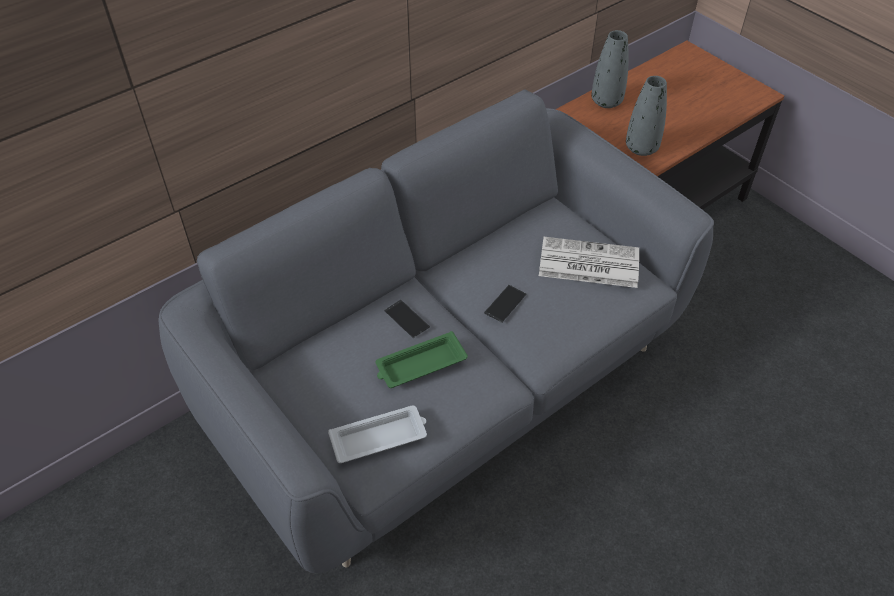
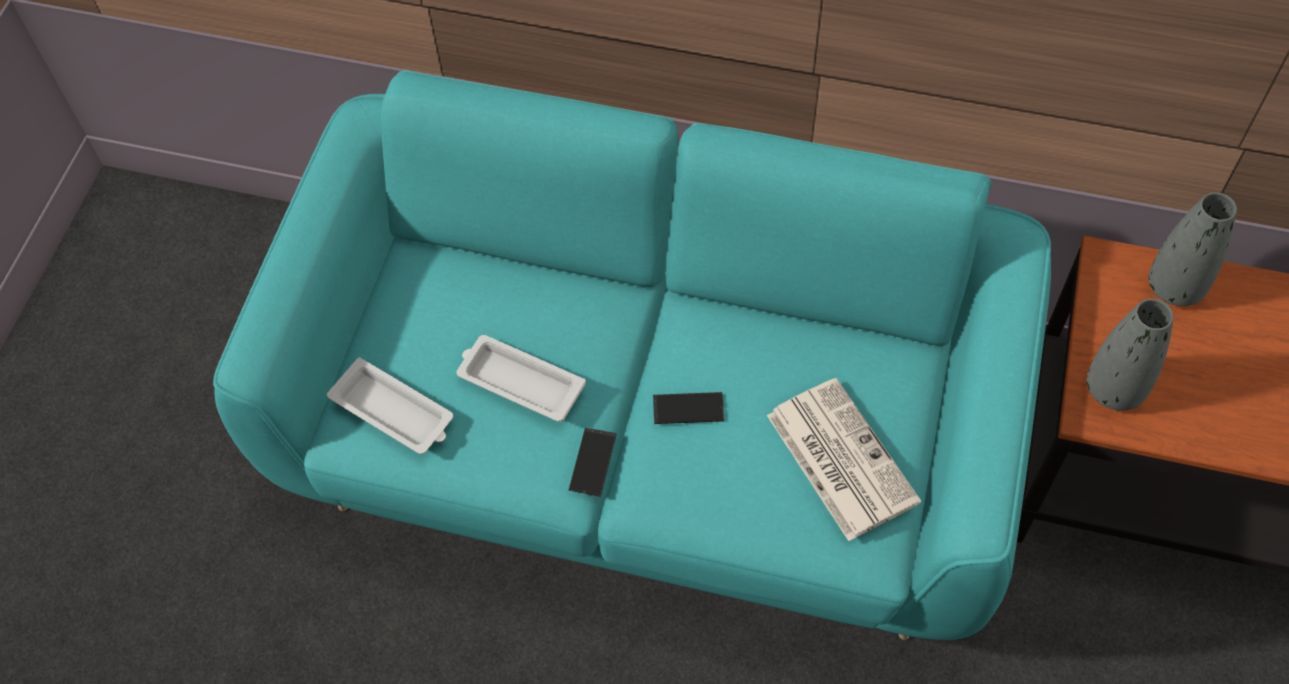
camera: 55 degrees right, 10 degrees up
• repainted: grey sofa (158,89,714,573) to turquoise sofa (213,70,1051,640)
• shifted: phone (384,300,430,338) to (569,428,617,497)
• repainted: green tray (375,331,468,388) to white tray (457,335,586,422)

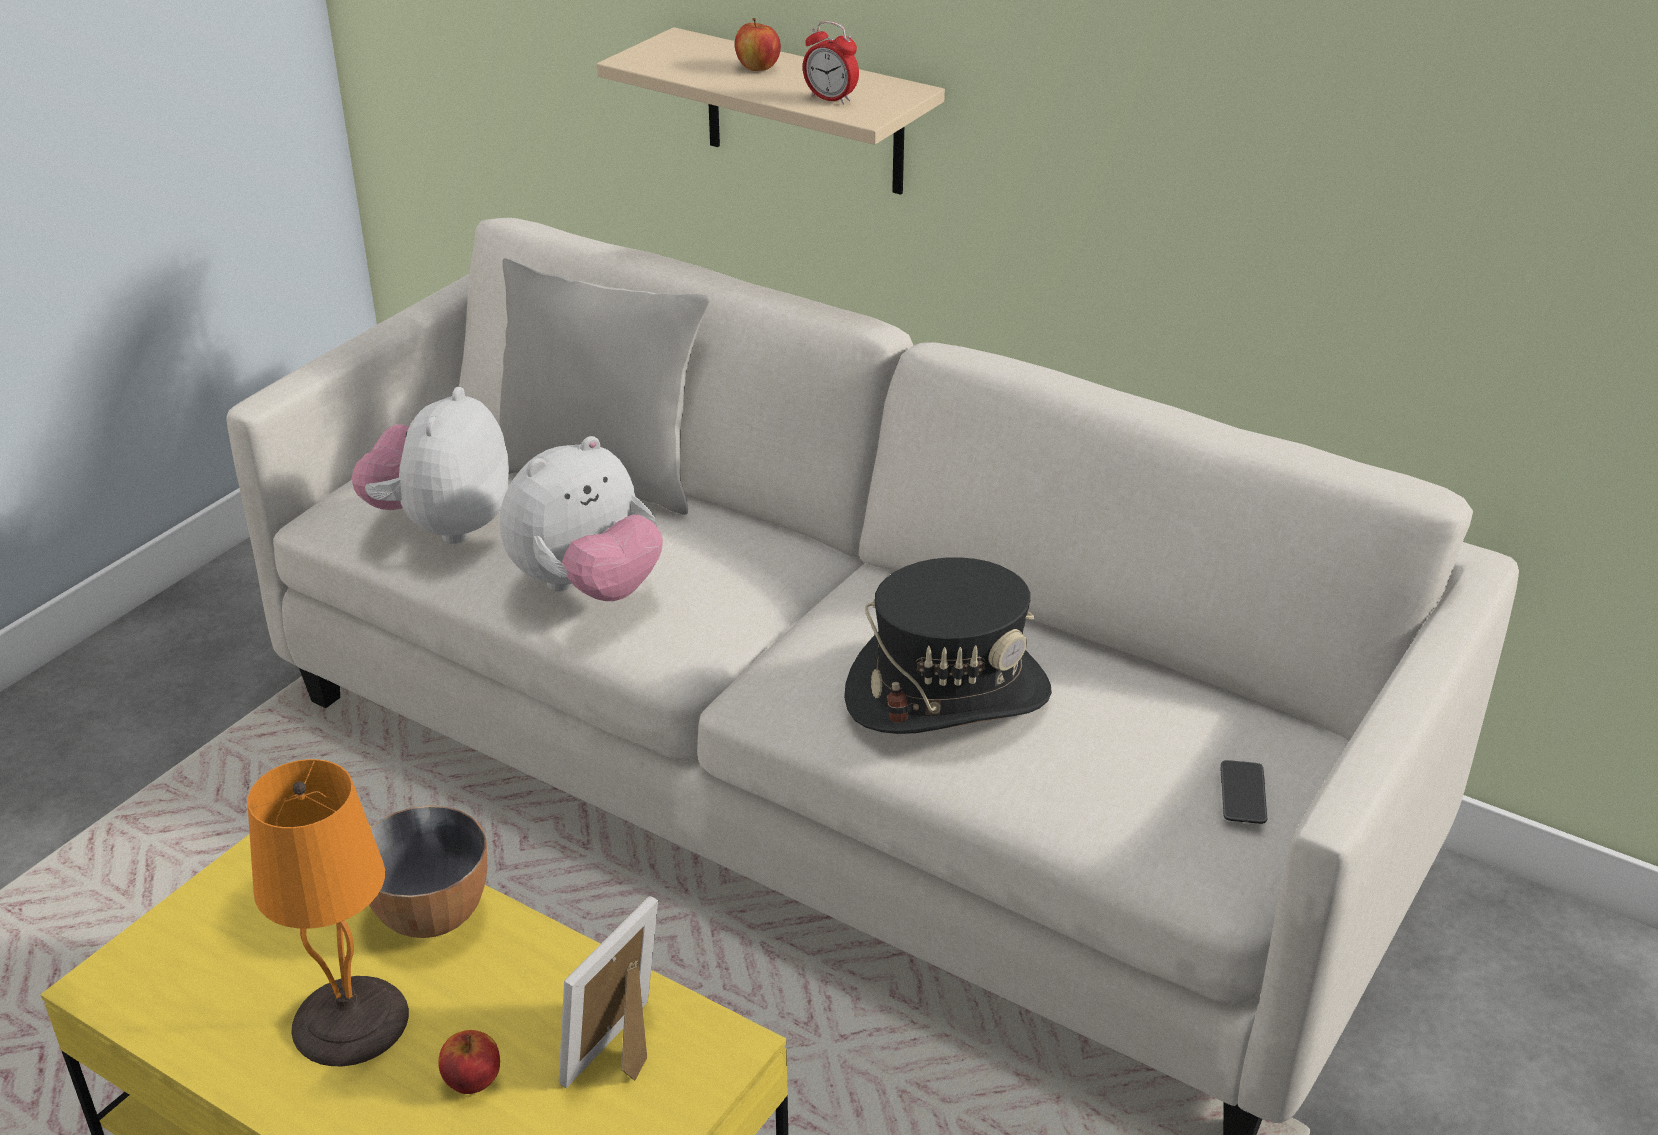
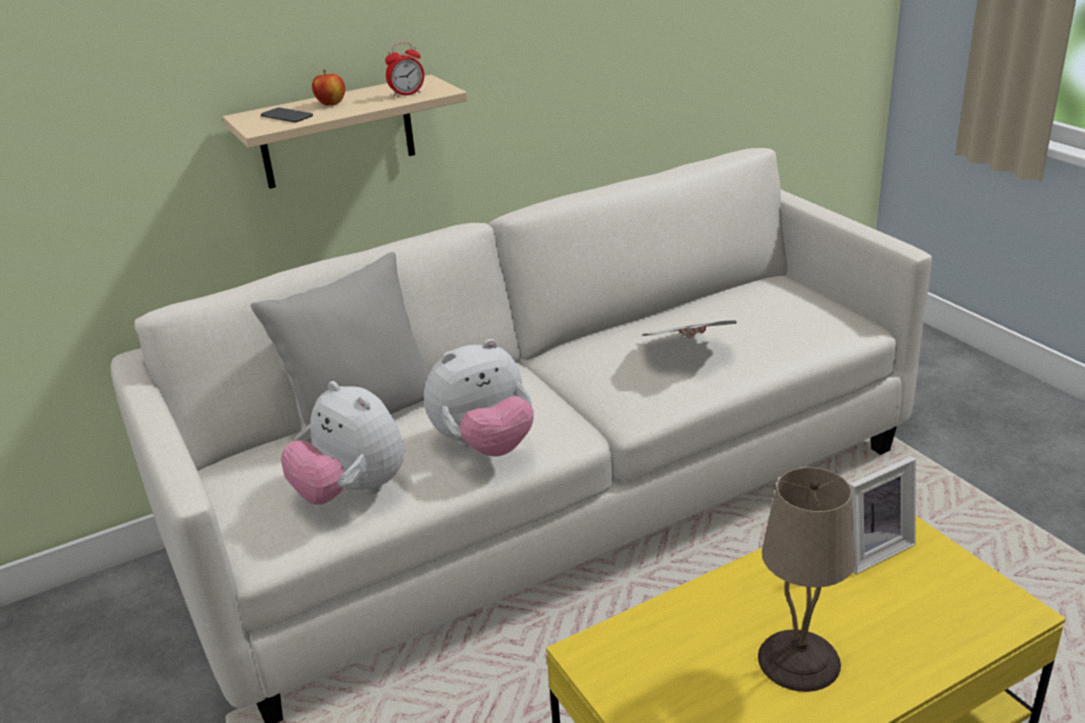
camera: 60 degrees left, 5 degrees down
• rotated: plush toy (500,436,663,601) = (424,339,534,457) 75 degrees clockwise
• swapped: black hat (844,557,1052,734) to newspaper (642,320,737,338)
• repainted: orange table lamp (247,759,409,1066) to beige table lamp (758,467,855,692)
• shifted: phone (1220,760,1267,824) to (261,107,313,122)
• gone: bowl (369,805,487,938)
• rotated: picture frame (559,896,658,1088) = (849,456,916,574) 90 degrees counterclockwise
• gone: apple (438,1030,500,1094)

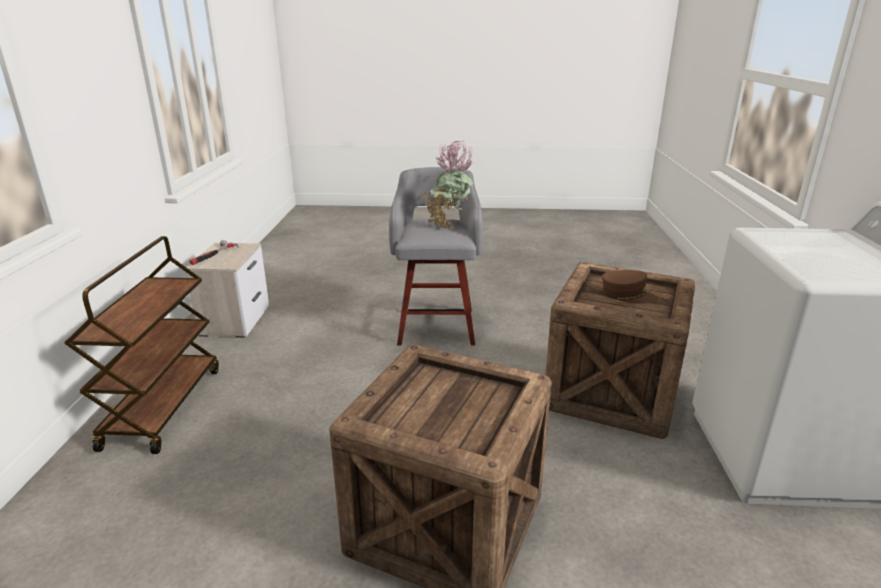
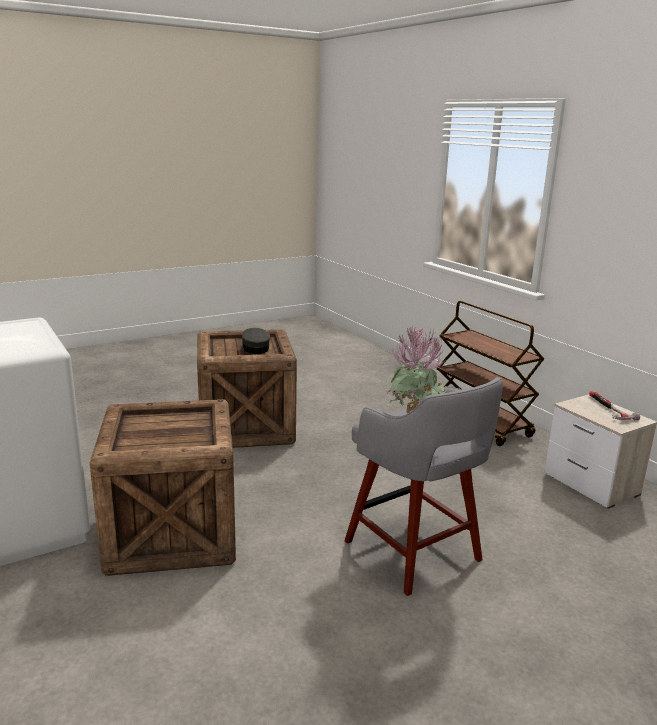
camera: 145 degrees right, 5 degrees down
• gone: brown cap (602,270,658,304)
• new: grey cap (241,328,270,354)

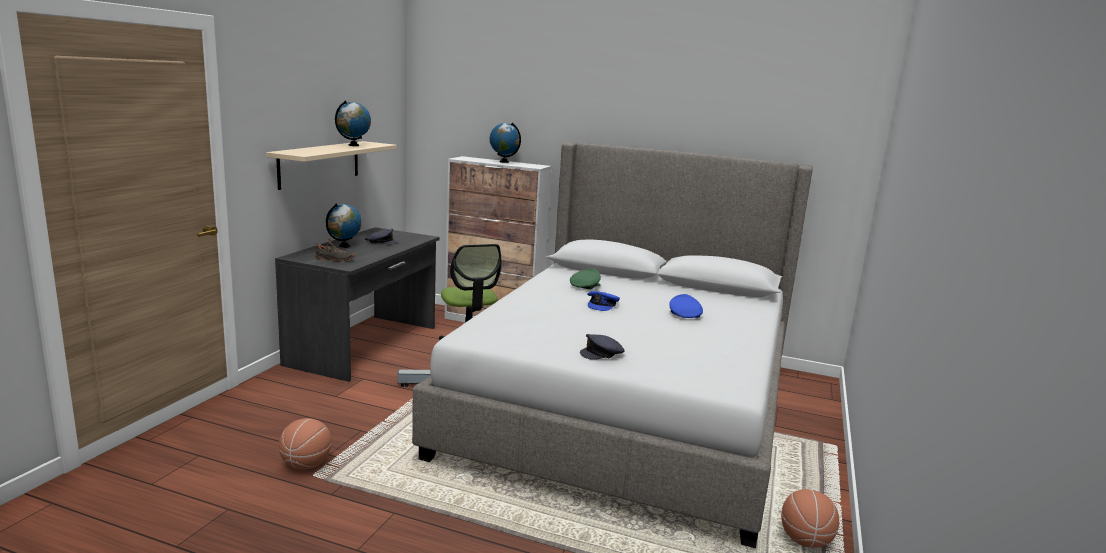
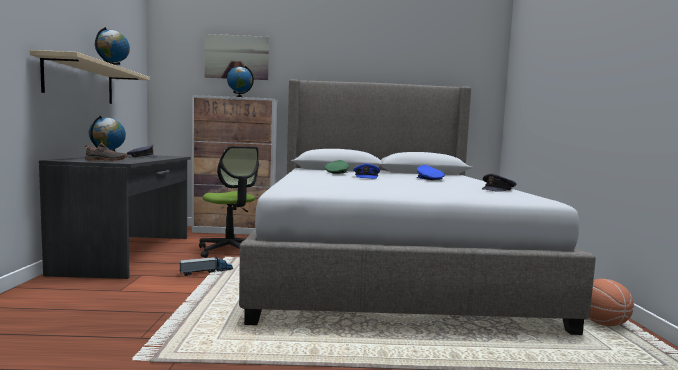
camera: 20 degrees left, 10 degrees down
• shifted: grey cap (580,334,625,360) to (482,173,516,192)
• gone: basketball (279,418,332,469)
• new: picture (204,34,269,80)

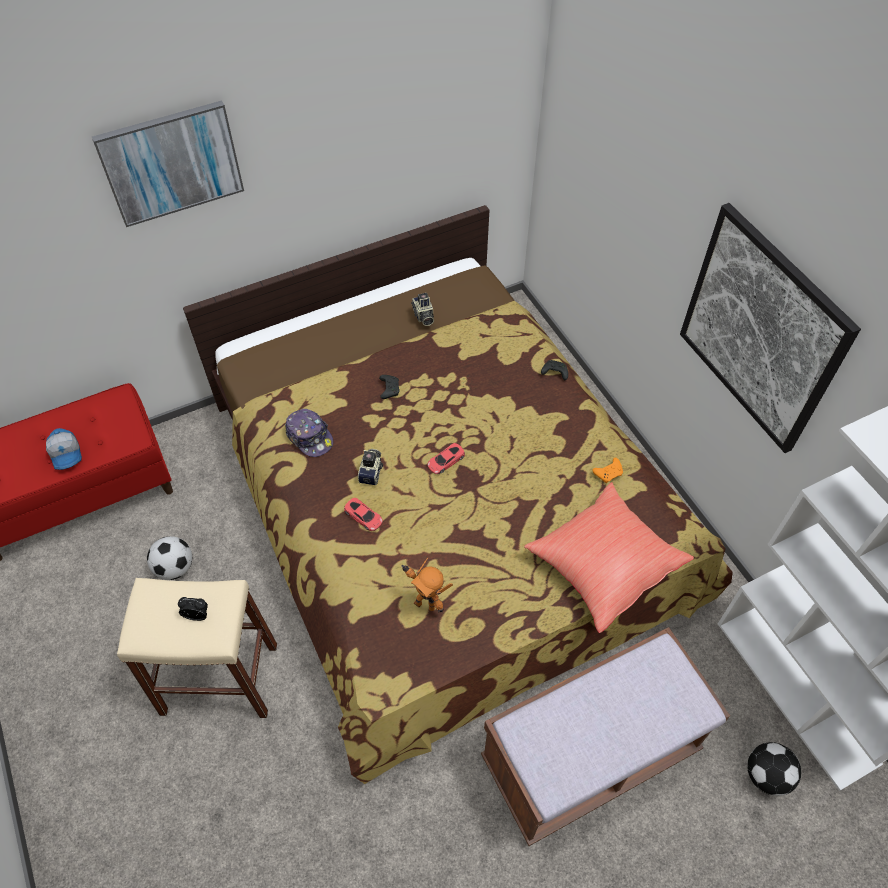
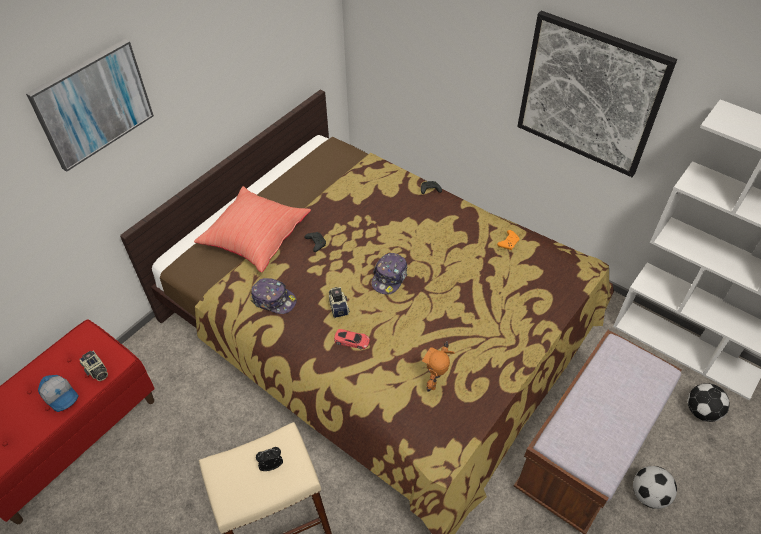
camera: 25 degrees left, 5 degrees down
• shifted: photo camera (411,293,434,326) to (79,350,108,381)
• swapped: red toy car (427,443,465,474) to cap (371,253,407,295)
• shifted: red pillow (524,482,694,633) to (194,186,311,272)
• shifted: football (147,536,192,580) to (633,466,677,509)
• rotated: toy robot (402,558,453,613) = (422,341,455,392) 105 degrees clockwise

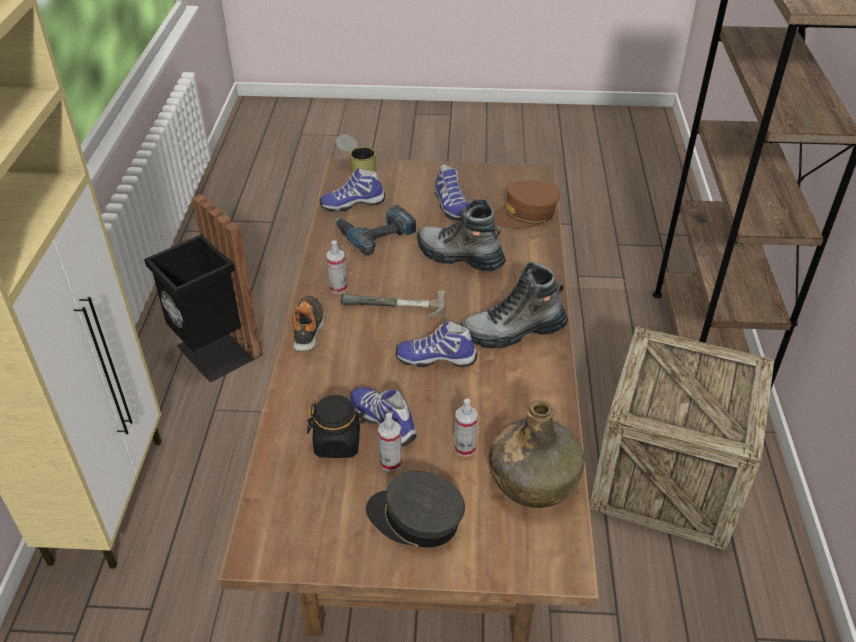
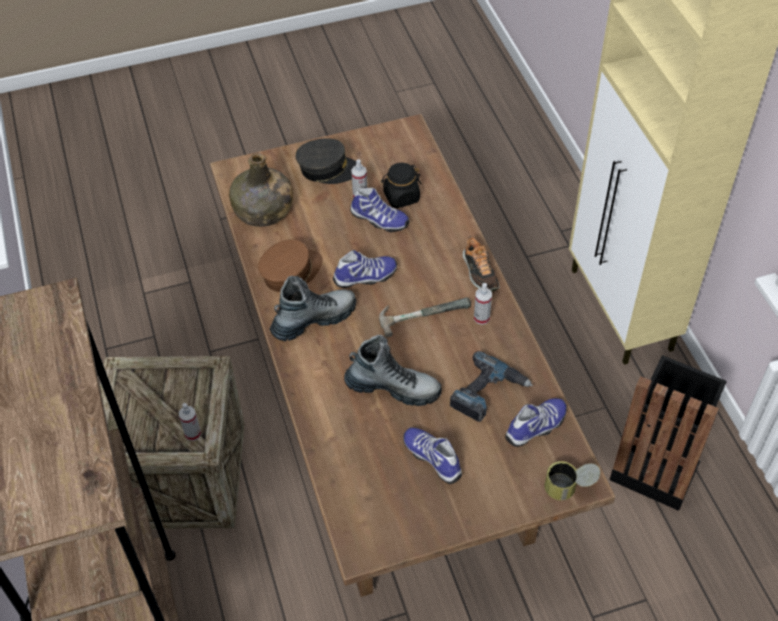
camera: 160 degrees right, 10 degrees up
• shifted: brown cap (494,181,560,229) to (258,239,323,292)
• shifted: spray bottle (454,398,478,457) to (179,403,201,441)

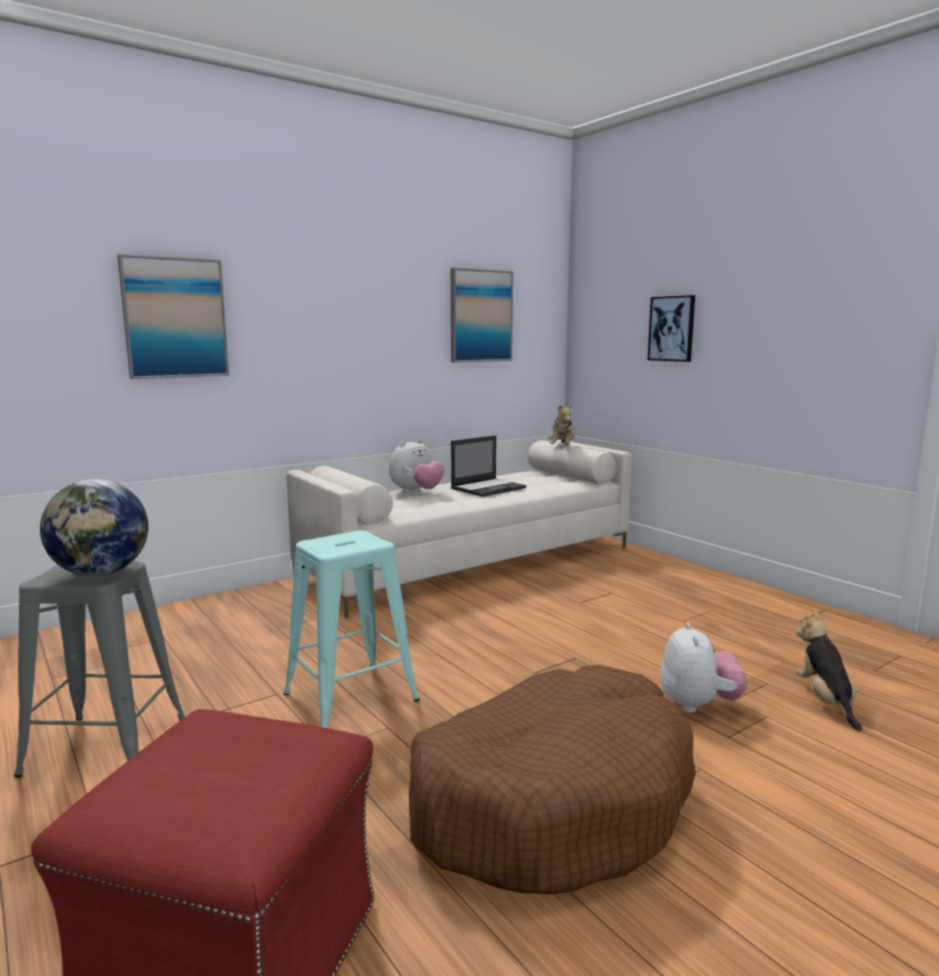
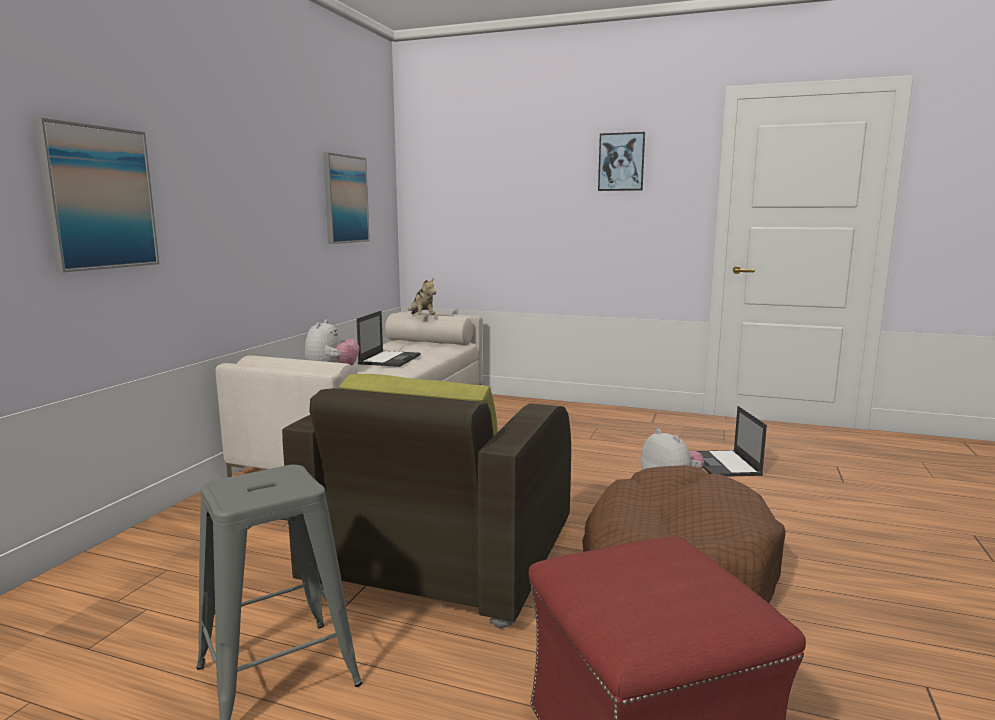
camera: 35 degrees left, 0 degrees up
• shifted: picture (647,295,695,362) to (598,132,645,191)
• gone: globe (40,479,149,576)
• swapped: turquoise stool (284,531,420,728) to brown armchair (282,374,571,629)
• swapped: plush toy (796,612,862,731) to laptop (697,406,767,477)

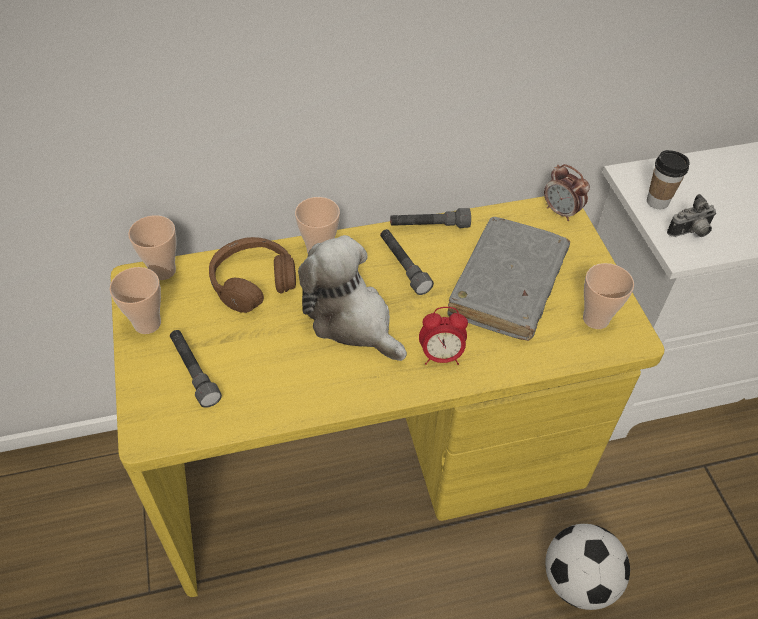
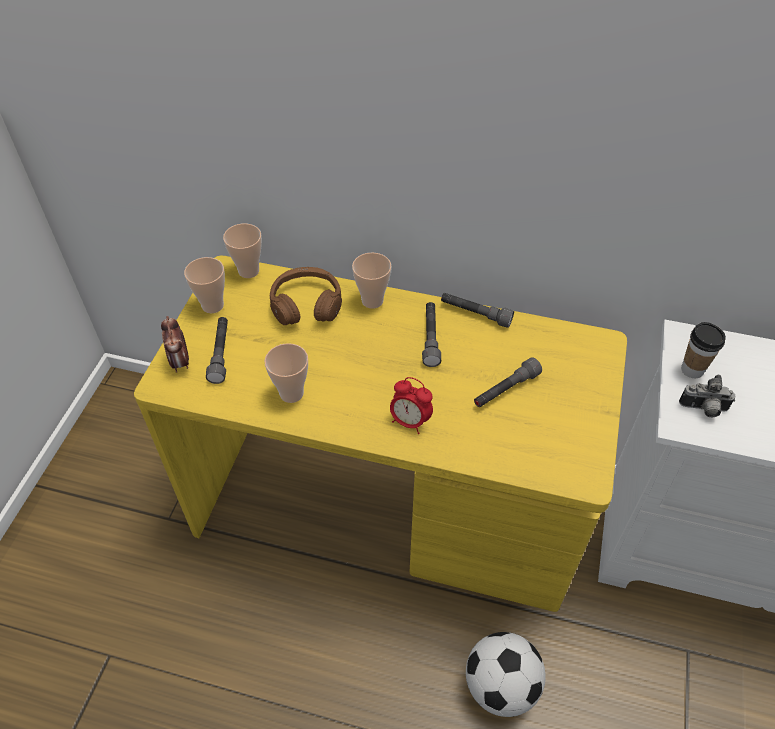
camera: 30 degrees right, 0 degrees up
• shifted: alarm clock (544,164,590,221) to (161,316,189,373)
• swapped: grey book (448,217,570,341) to grey flashlight (474,357,542,407)
• gone: plush toy (298,235,407,361)
• shifted: cup (583,263,634,329) to (265,343,308,403)

